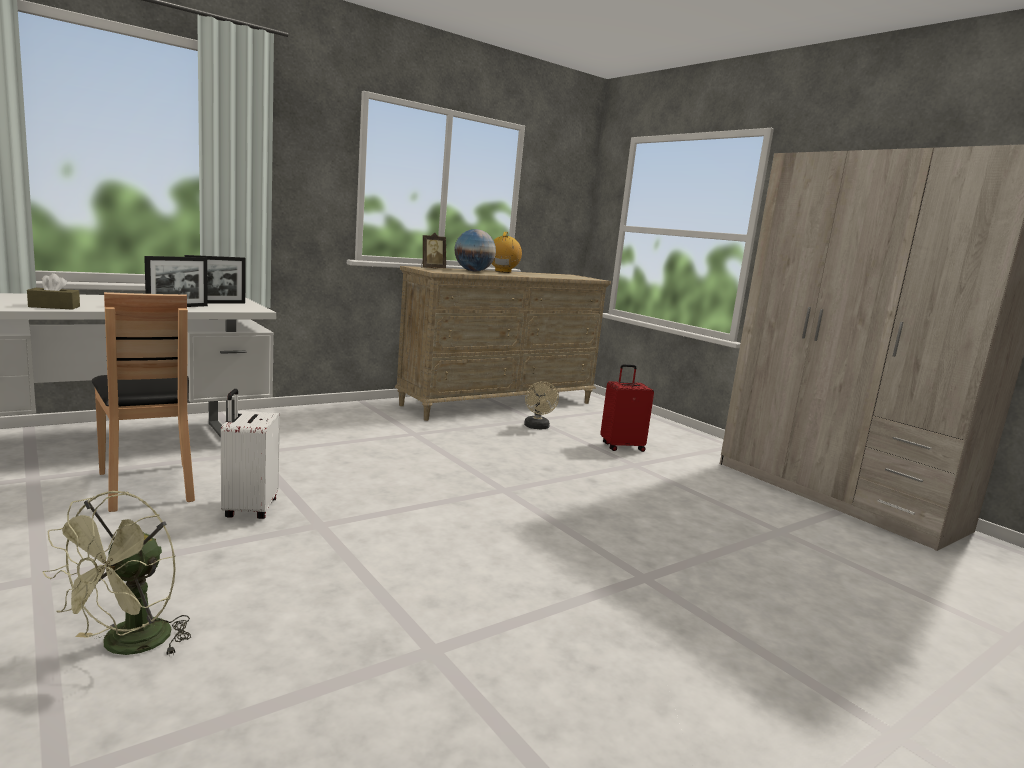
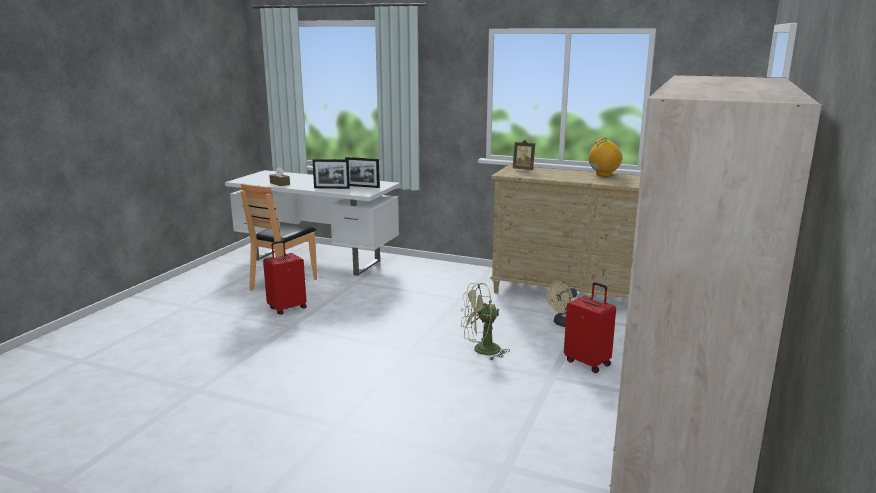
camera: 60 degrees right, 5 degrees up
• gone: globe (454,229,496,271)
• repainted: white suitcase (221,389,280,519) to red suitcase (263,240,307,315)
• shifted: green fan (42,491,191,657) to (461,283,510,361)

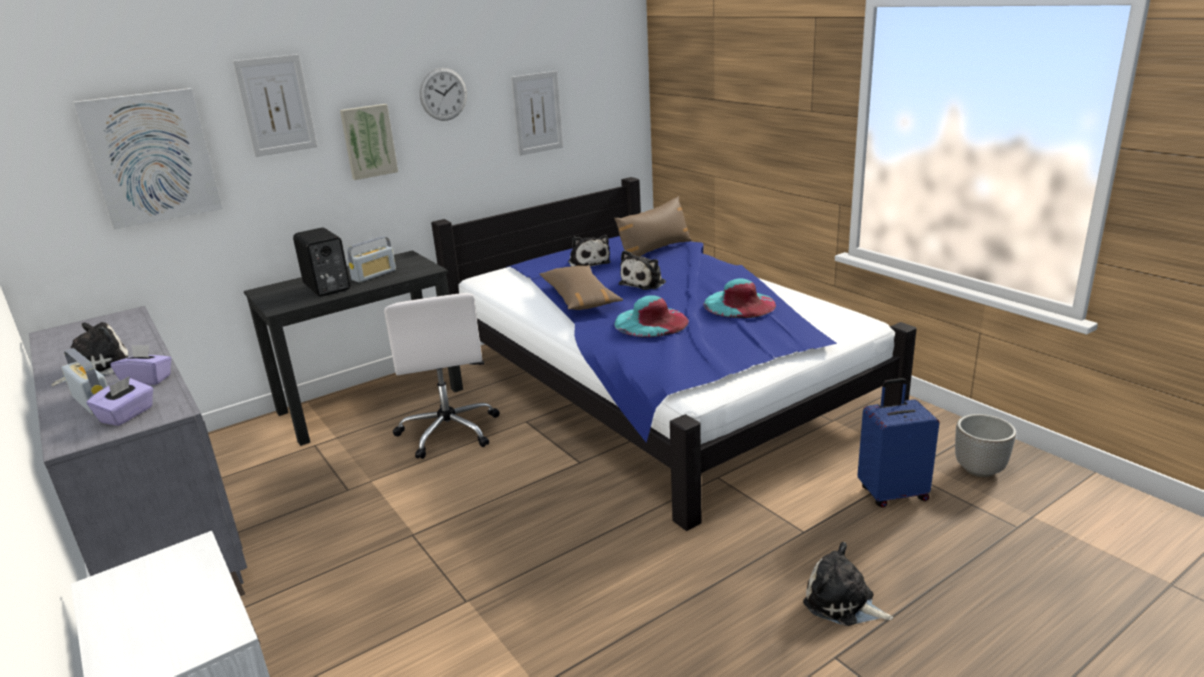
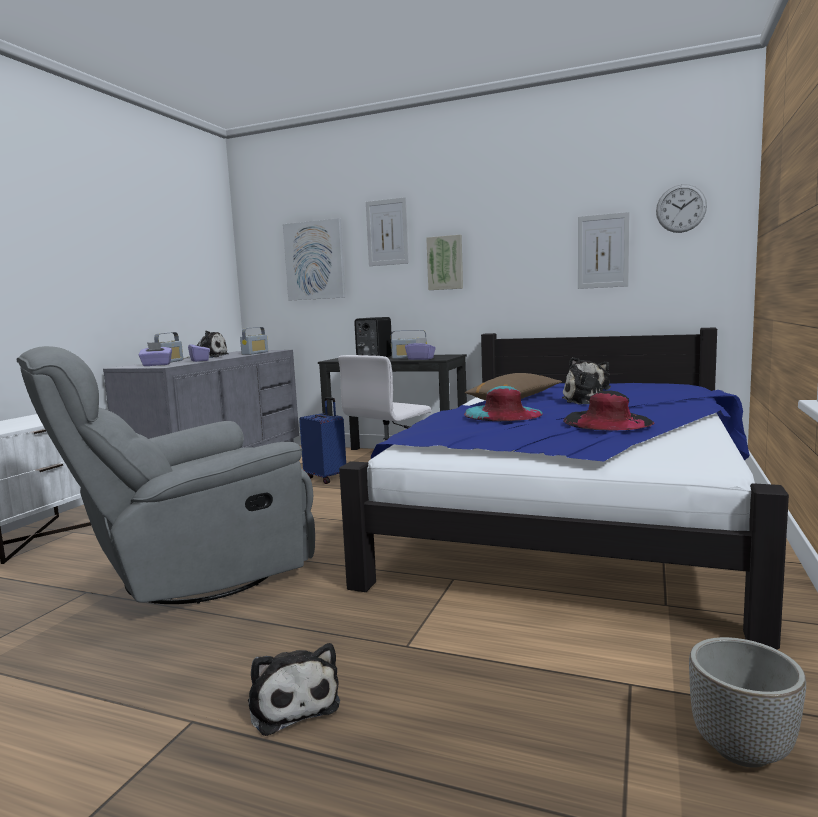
camera: 55 degrees right, 15 degrees down
• shifted: wall clock (420,68,467,121) to (656,184,707,233)
• gone: brown pillow (614,196,692,257)
• repainted: turquoise hat (703,279,776,318) to black hat (563,390,654,430)
• shifted: blue suitcase (857,378,940,508) to (299,397,346,484)
• rotated: plush toy (803,542,893,626) = (248,643,340,736) 150 degrees clockwise
• new: radio (240,327,268,355)
• new: purple tissue box (405,338,436,360)
• new: grey armchair (17,346,315,604)

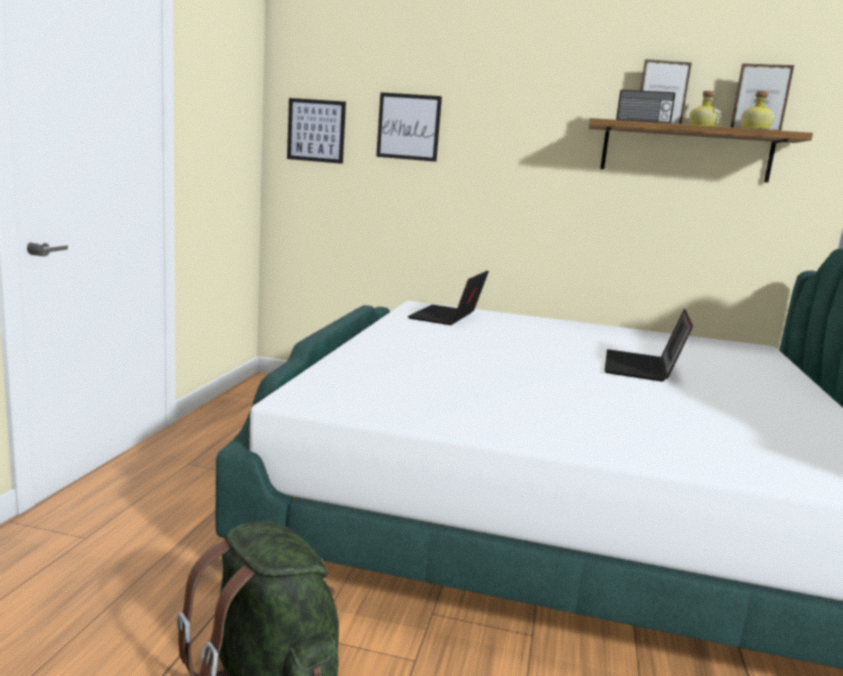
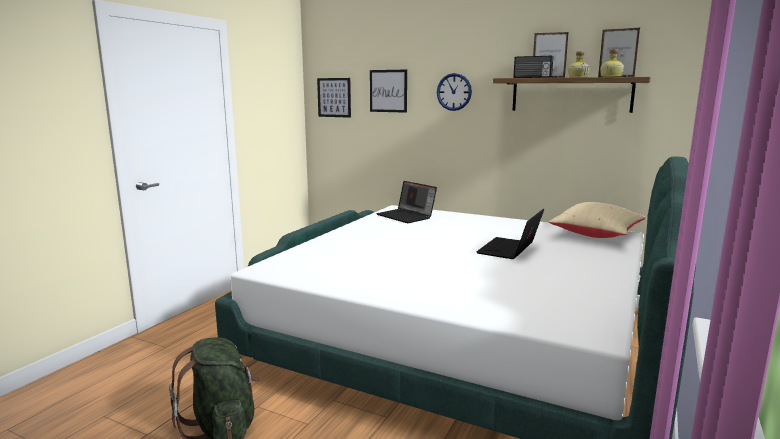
camera: 15 degrees right, 0 degrees up
• rotated: laptop (408,270,489,325) = (376,181,437,223) 75 degrees counterclockwise
• new: wall clock (437,73,472,111)
• new: beige pillow (549,202,645,238)

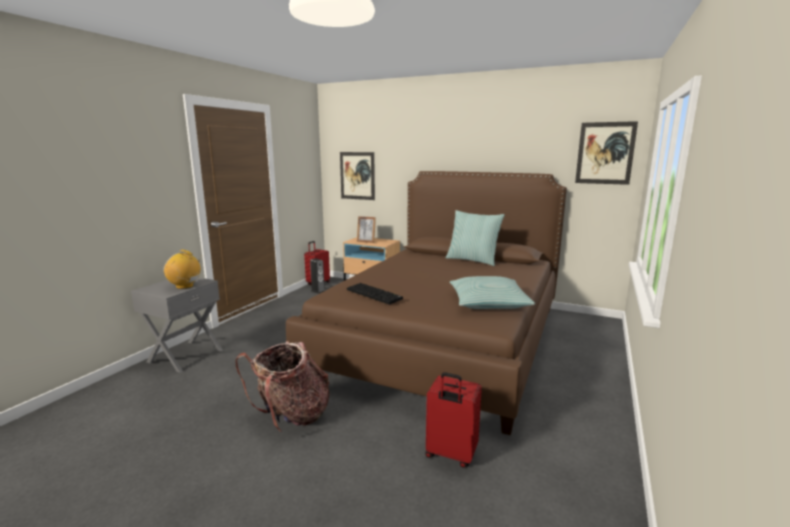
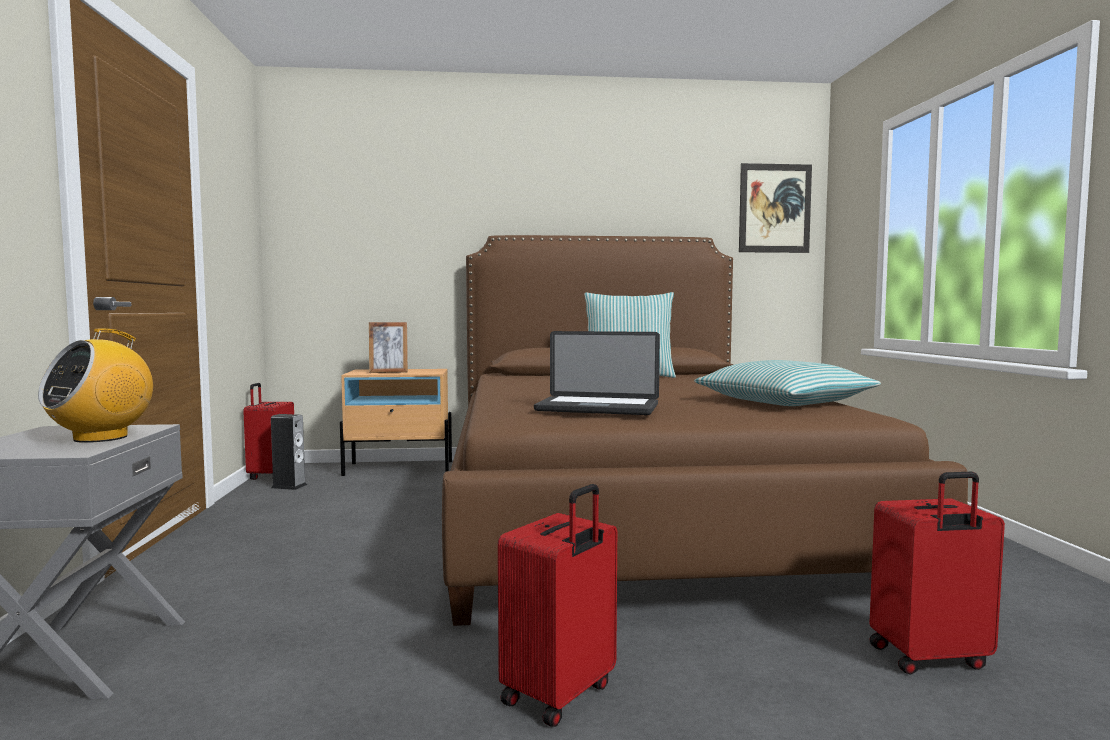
camera: 30 degrees left, 10 degrees down
• gone: picture (340,152,375,200)
• rotated: radio (163,250,202,289) = (38,329,153,443) 45 degrees counterclockwise
• swapped: keyboard (347,283,403,305) to laptop (534,331,660,415)
• swapped: backpack (236,341,329,432) to red suitcase (498,484,617,727)

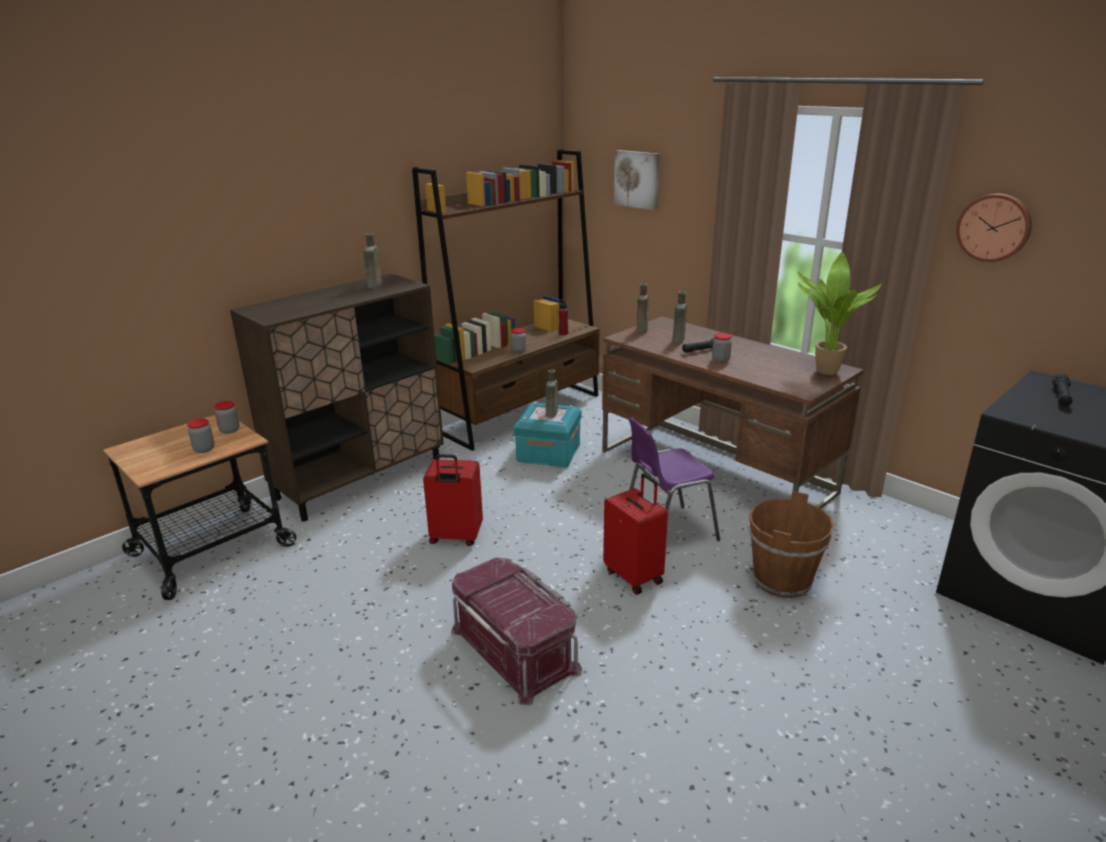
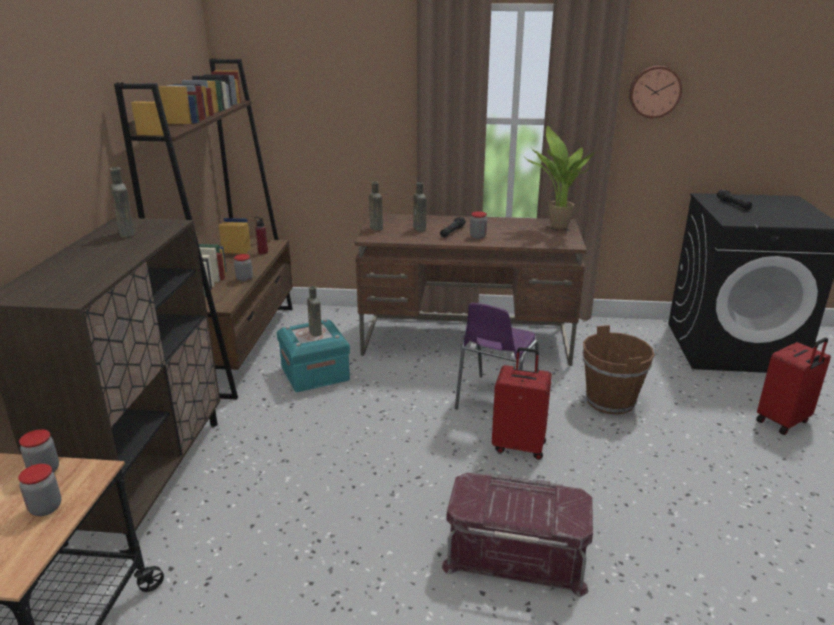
camera: 40 degrees left, 0 degrees up
• gone: picture (614,150,660,210)
• shifted: red suitcase (423,454,483,546) to (756,338,831,435)

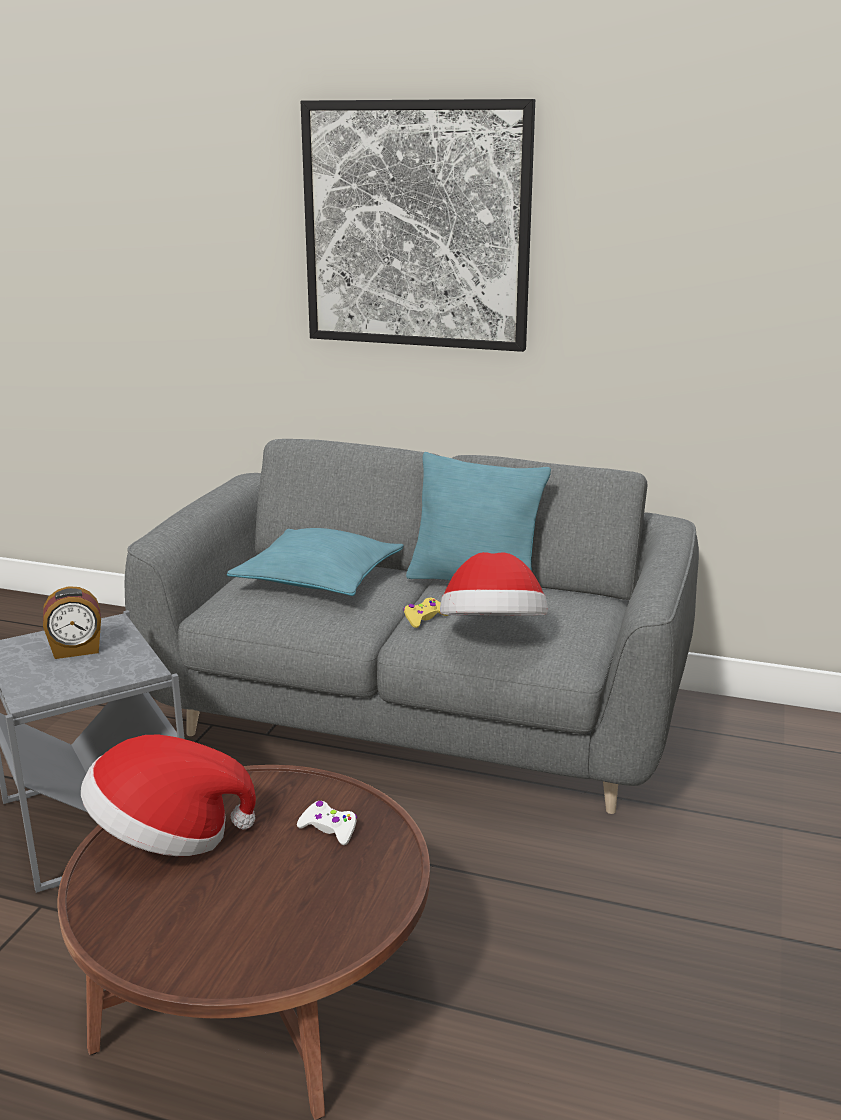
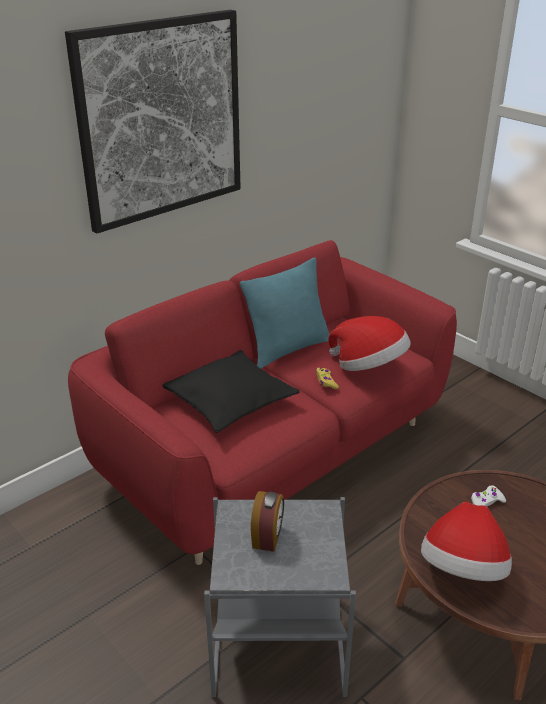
camera: 60 degrees left, 10 degrees up
• repainted: grey sofa (124,439,699,814) to red sofa (68,240,457,565)
• repainted: turquoise pillow (227,528,404,596) to black pillow (162,350,300,433)

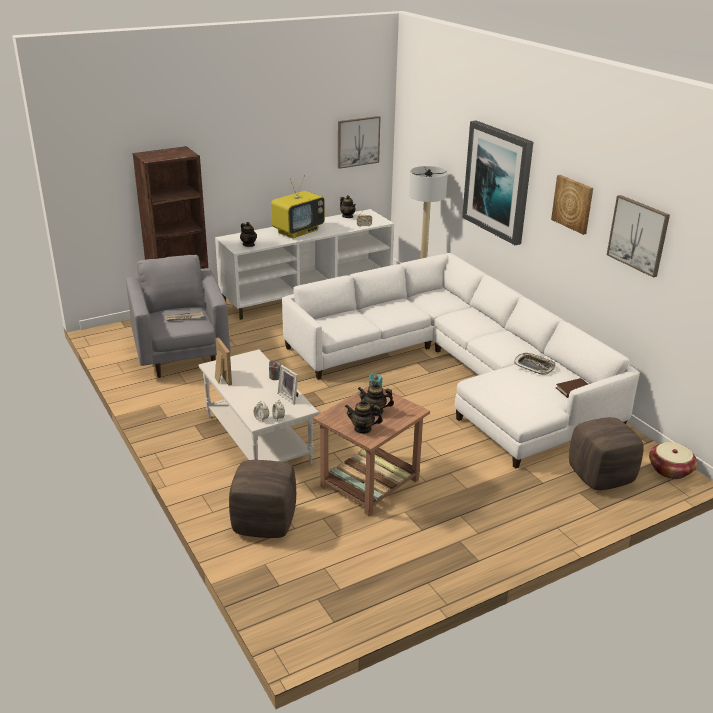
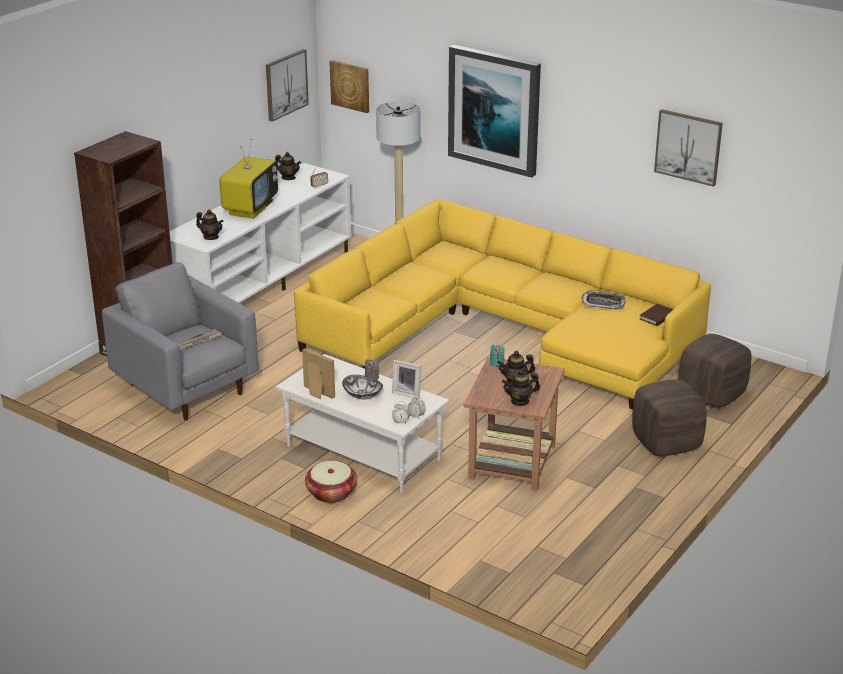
camera: 25 degrees left, 0 degrees up
• shifted: picture (551,175,593,235) to (329,60,369,113)
• repainted: white sofa (282,253,640,469) to yellow sofa (294,199,711,409)
• shifted: basket (649,442,697,479) to (305,461,357,503)
• shifted: brown ottoman (229,460,296,538) to (632,379,707,456)
• new: bowl (342,375,383,399)

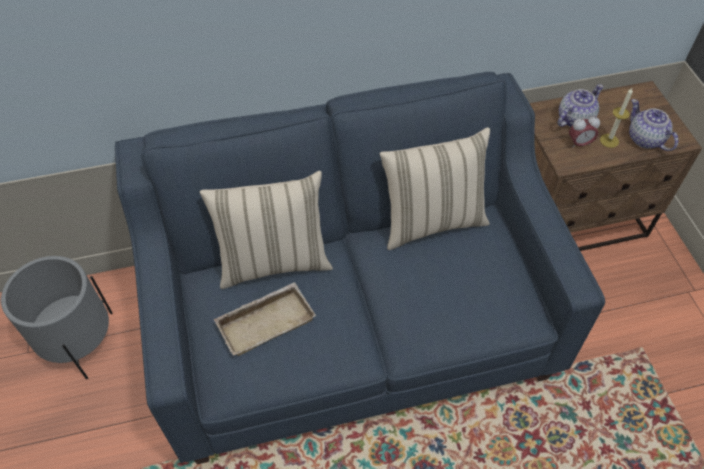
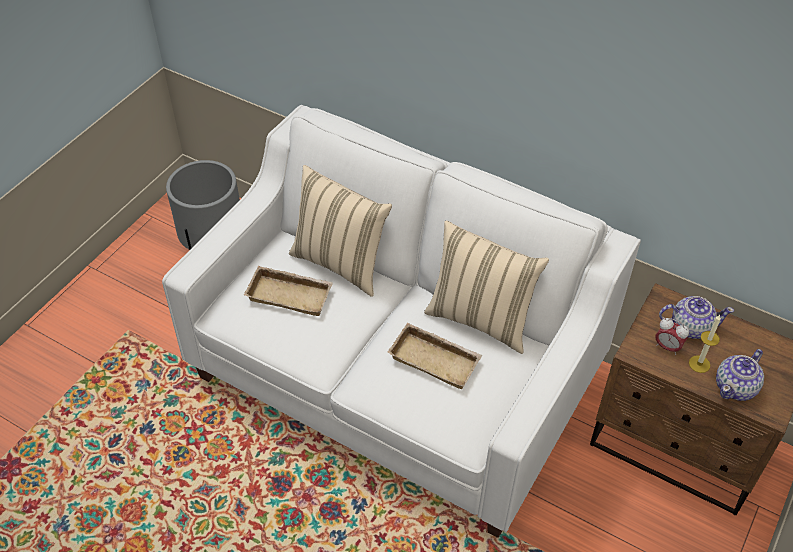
camera: 45 degrees right, 5 degrees down
• repainted: blue sofa (115,72,605,464) to white sofa (162,105,641,538)
• rotated: teapot (629,99,679,151) = (716,349,764,401) 150 degrees counterclockwise
• new: beige tray (387,323,482,389)

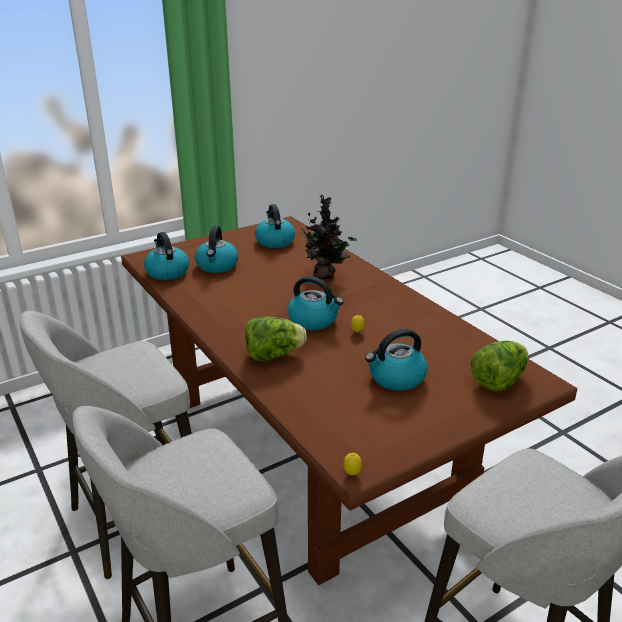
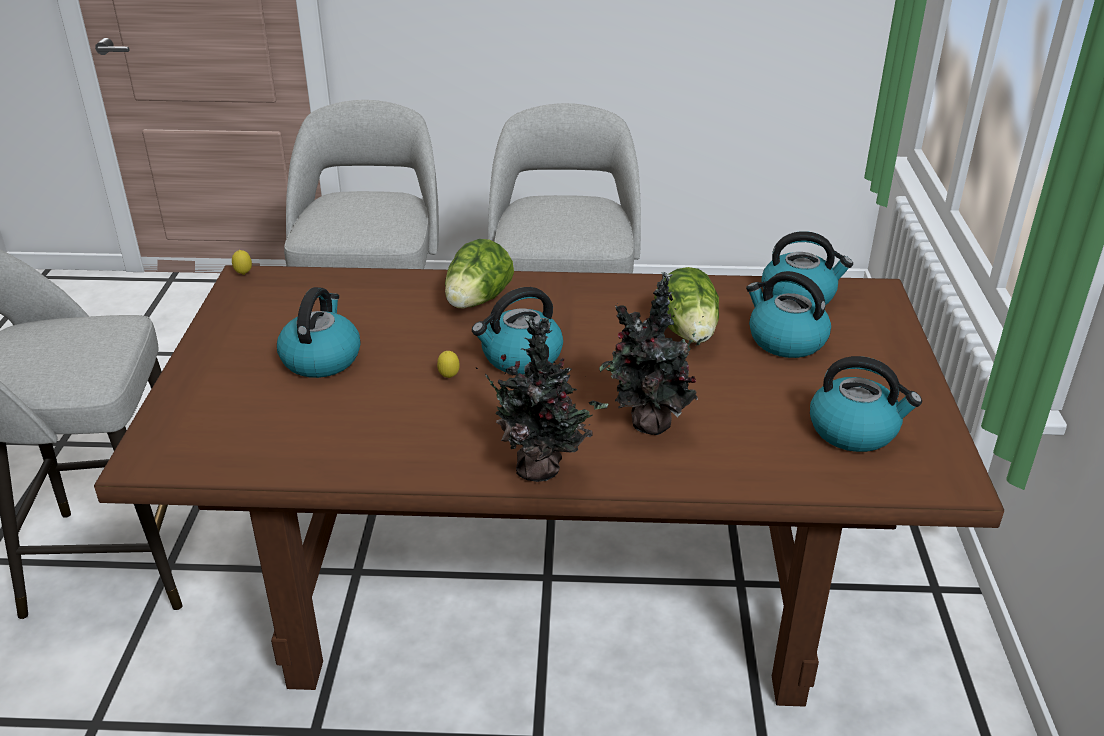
camera: 125 degrees right, 5 degrees up
• shifted: lettuce (471,340,528,392) to (654,267,719,343)
• new: potted plant (476,316,608,482)

